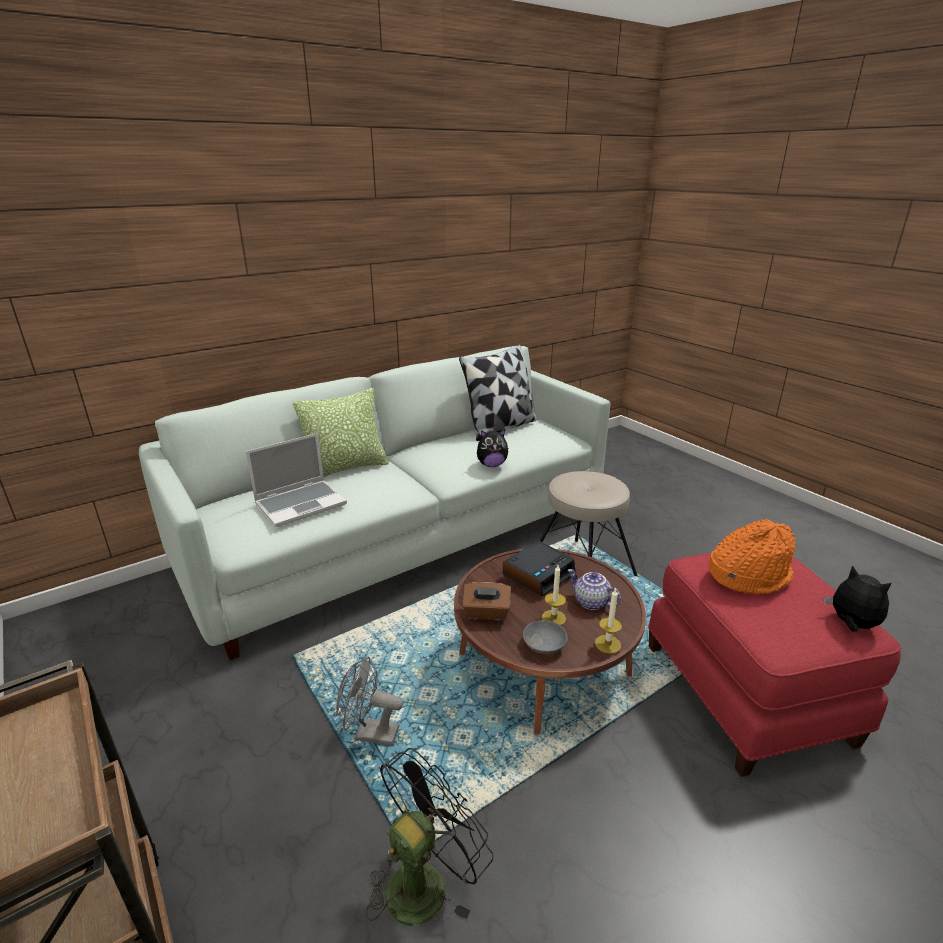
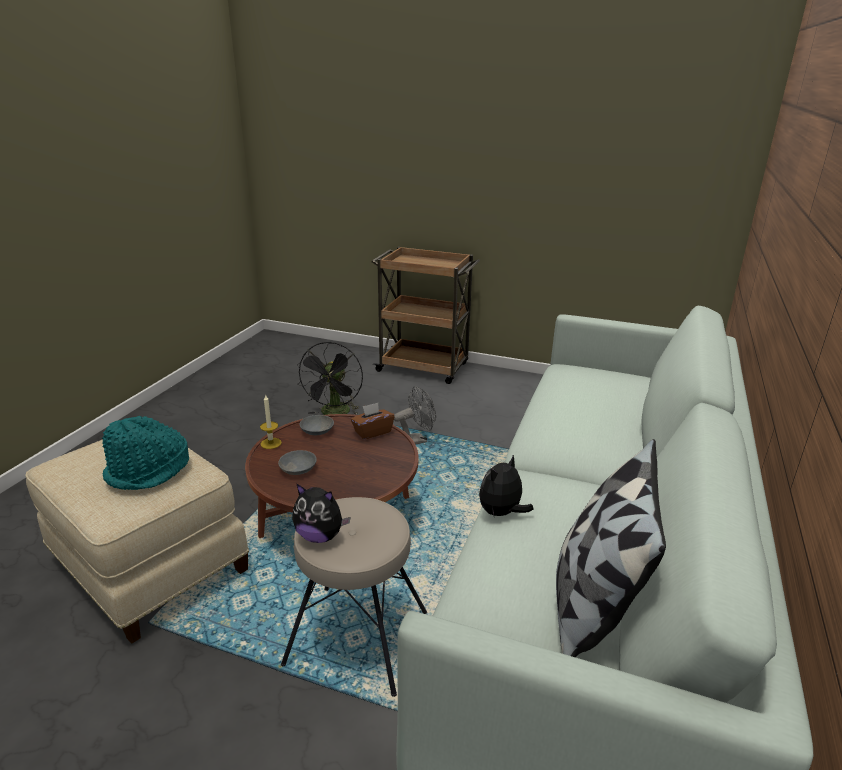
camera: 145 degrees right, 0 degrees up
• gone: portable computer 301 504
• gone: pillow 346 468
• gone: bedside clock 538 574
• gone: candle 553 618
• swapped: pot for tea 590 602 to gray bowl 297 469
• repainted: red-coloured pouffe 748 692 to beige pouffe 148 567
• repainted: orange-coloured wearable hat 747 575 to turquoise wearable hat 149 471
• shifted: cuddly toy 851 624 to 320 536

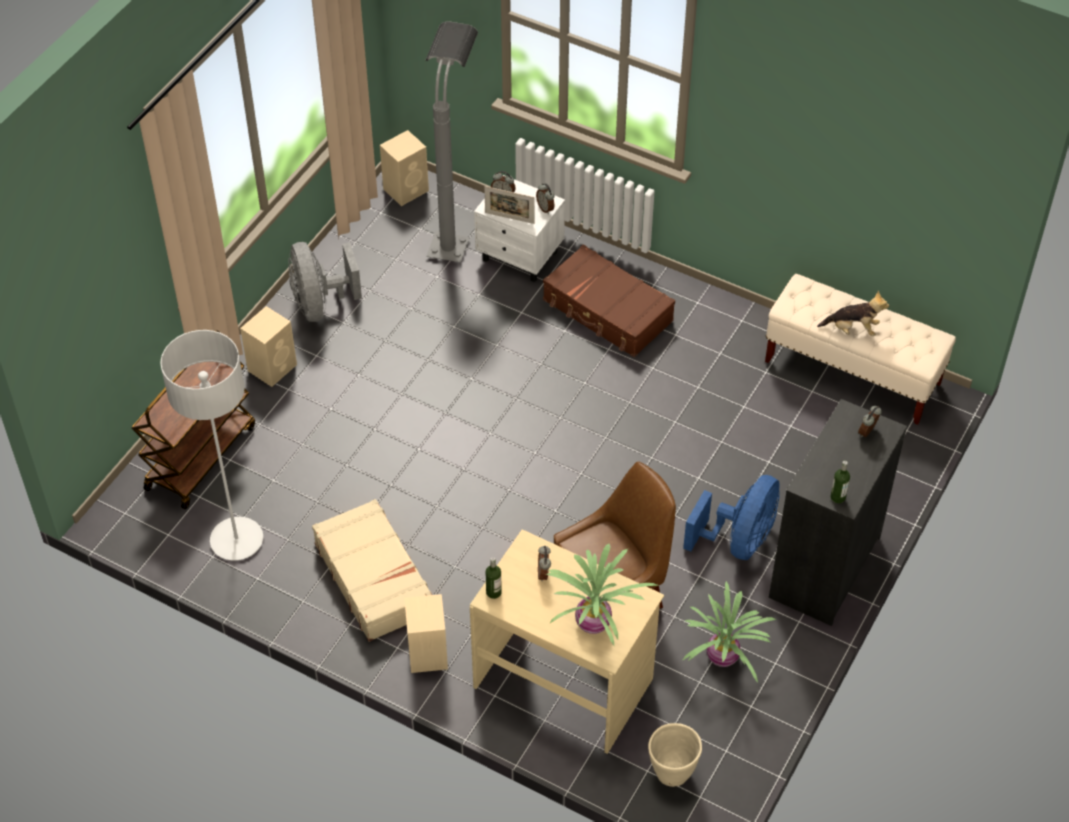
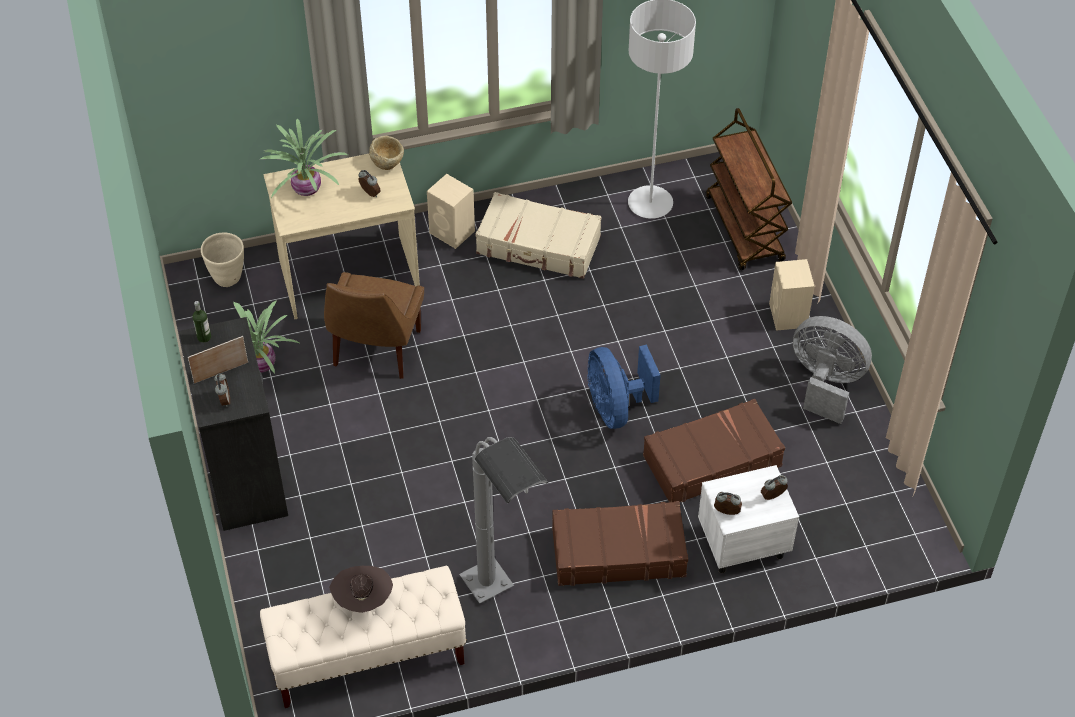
camera: 135 degrees right, 0 degrees up
• gone: beige speaker 407 189
• shifted: gray floor lamp 453 231 to 502 603
• shifted: photo frame 509 218 to 221 372
• swapped: beverage bottle 493 592 to beige bowl 388 163
• shifted: bluish electric fan 739 541 to 616 408
• swapped: cuddly toy 852 329 to brownish wearable hat 363 599
• new: brownish travel case 711 460

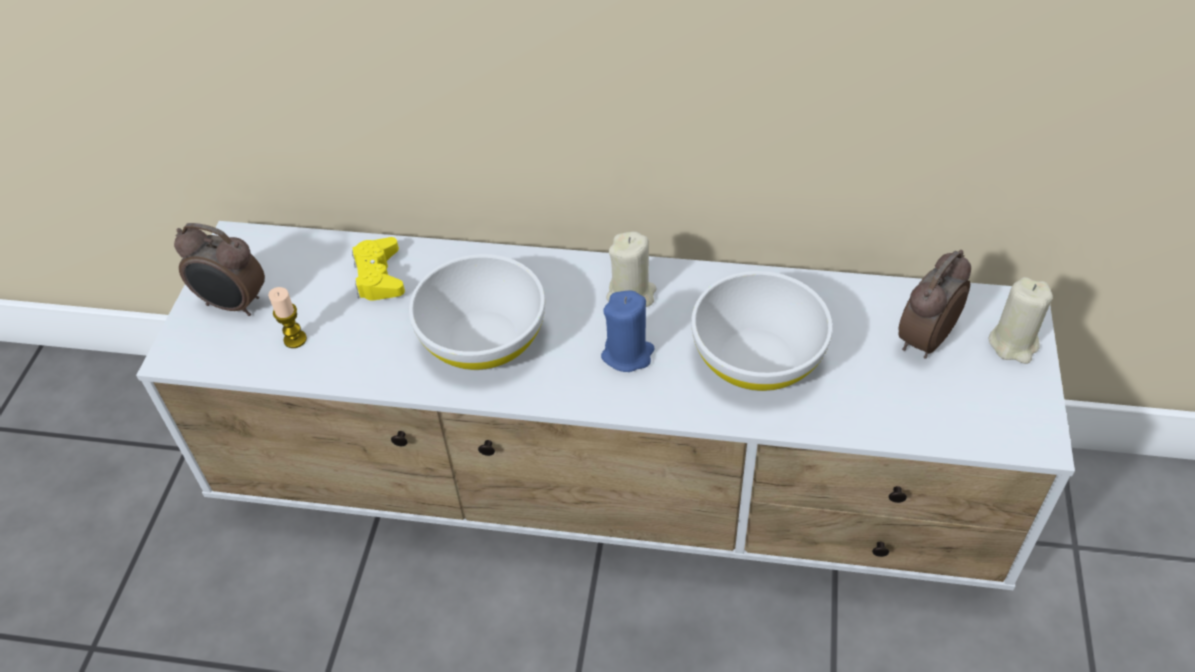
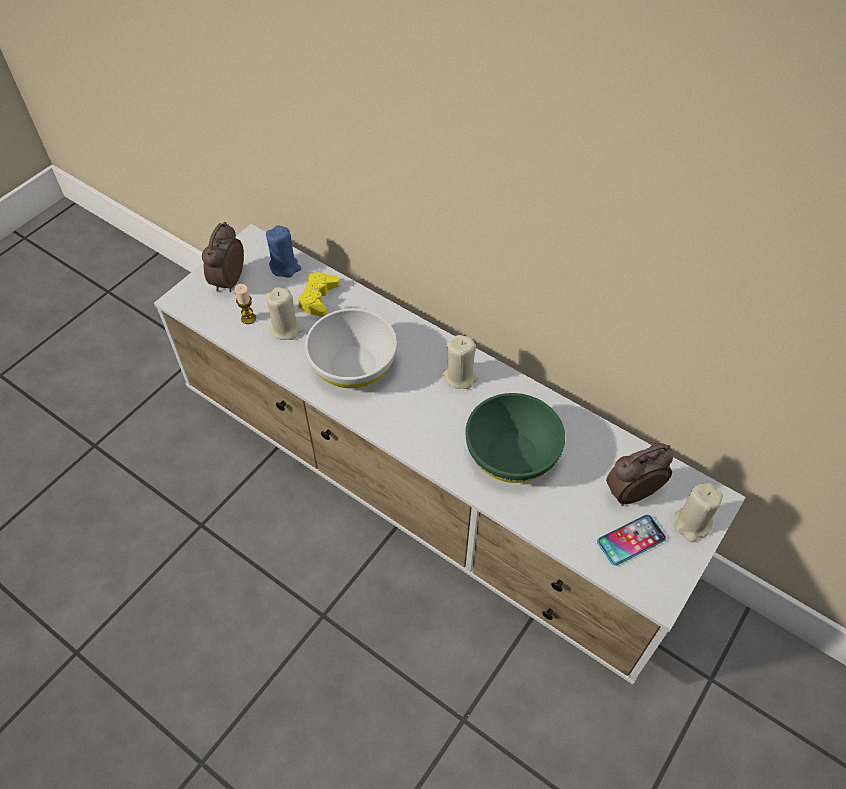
camera: 25 degrees right, 5 degrees up
• rotated: bedside clock 234 305 = 228 282 60 degrees clockwise
• shifted: bluish candle 628 354 to 285 267
• repainted: whitish bowl 756 358 to greenish bowl 511 454
• new: beige candle 286 329
• new: phone 631 540

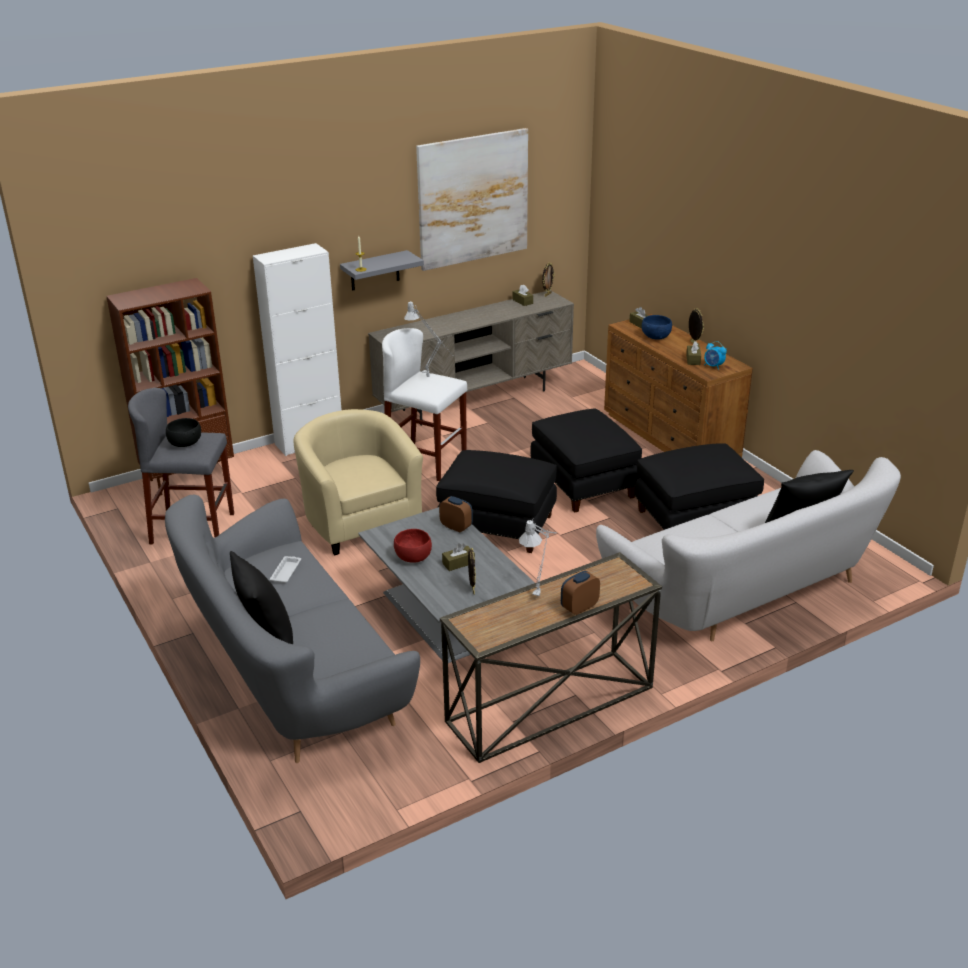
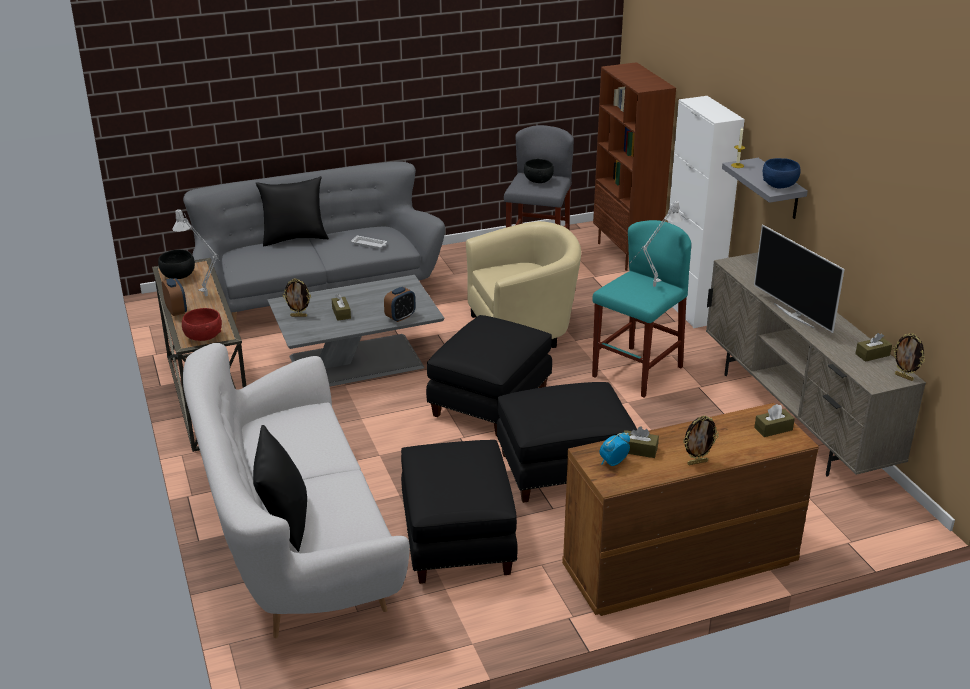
camera: 100 degrees right, 0 degrees up
• repainted: whitish sitting stool 425 461 to turquoise sitting stool 637 372
• shifted: red-coloured bowl 413 557 to 203 337
• gone: wall picture 473 199
• shifted: bluish bowl 655 337 to 779 185
• new: black-coloured bowl 178 276
• new: TV set 794 315

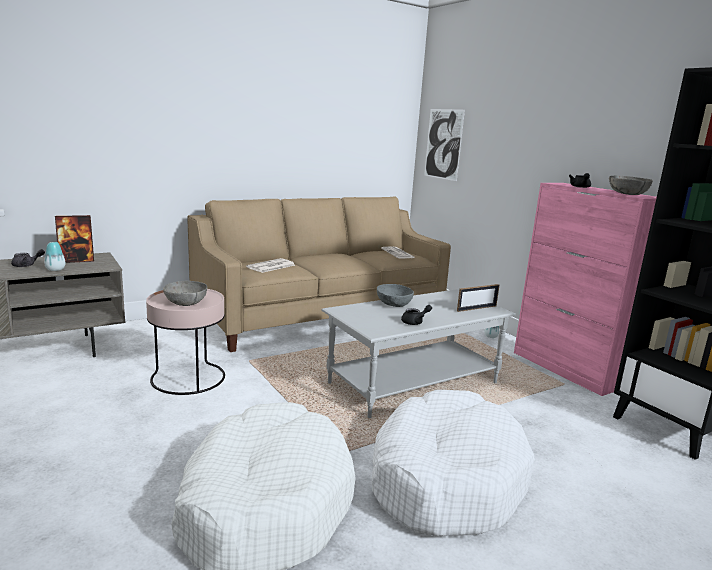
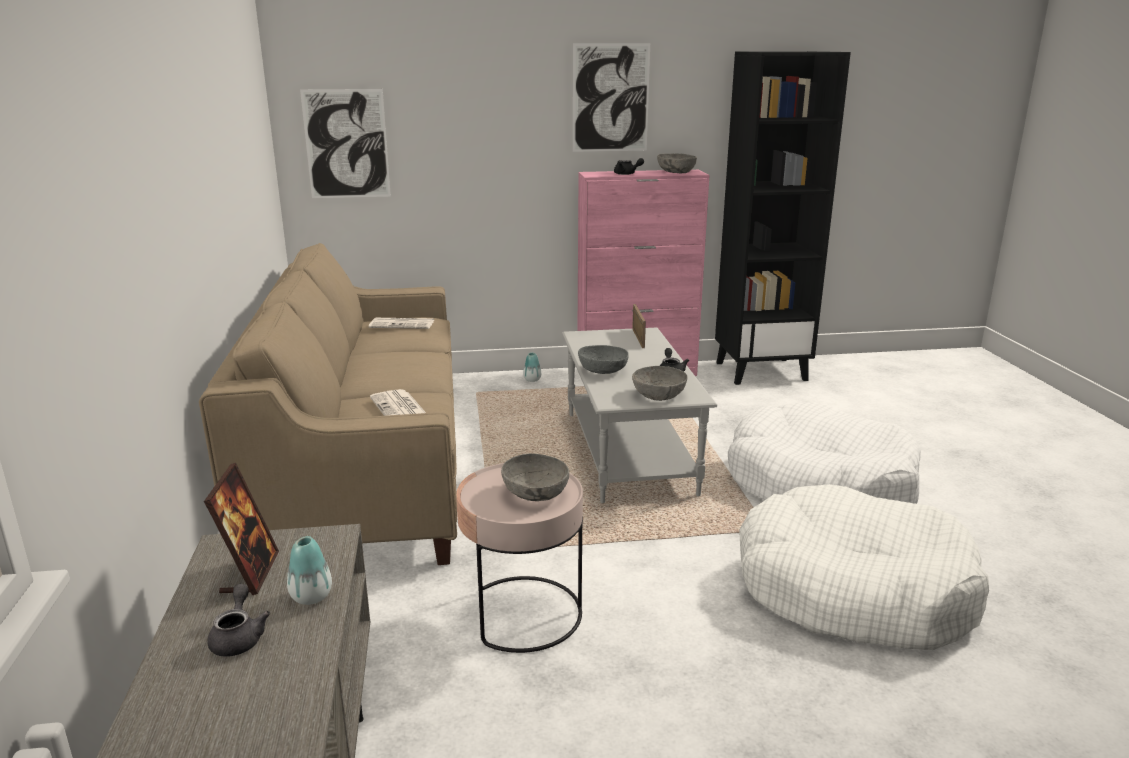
camera: 65 degrees left, 5 degrees up
• new: wall picture 610 98
• new: gray bowl 658 395

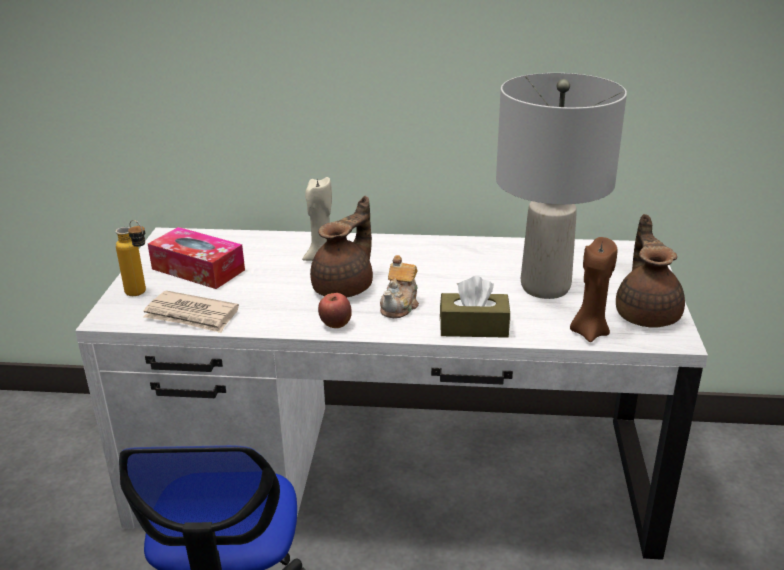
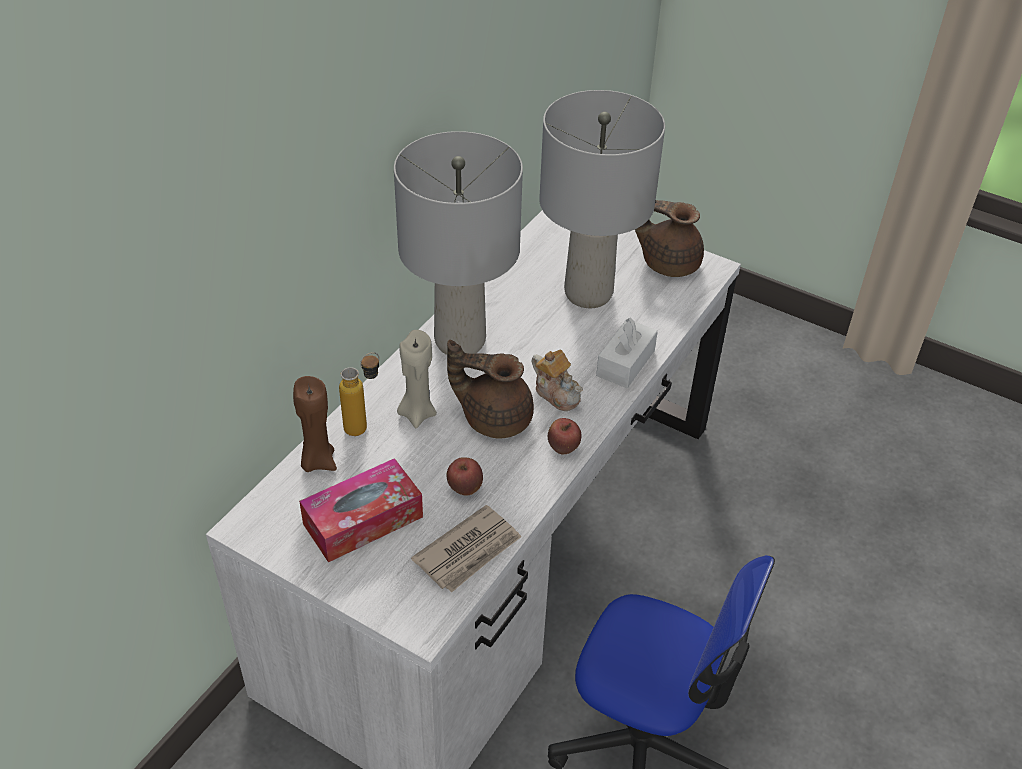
camera: 65 degrees left, 15 degrees up
• shifted: beverage bottle 141 294 to 364 425
• rotated: brownish pot for tea 345 287 = 494 417 45 degrees counterclockwise
• repainted: brownish tissue box 474 327 to whitish tissue box 625 363
• shifted: brownish candle 589 332 to 317 461
• new: gray table lamp 459 341
• new: apple 465 489

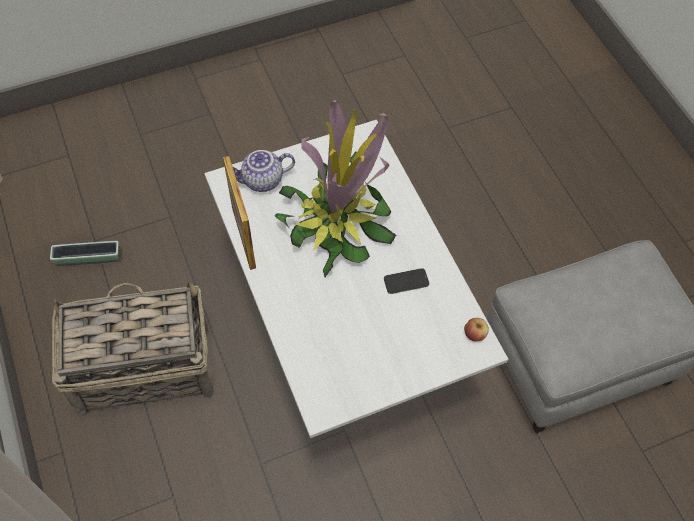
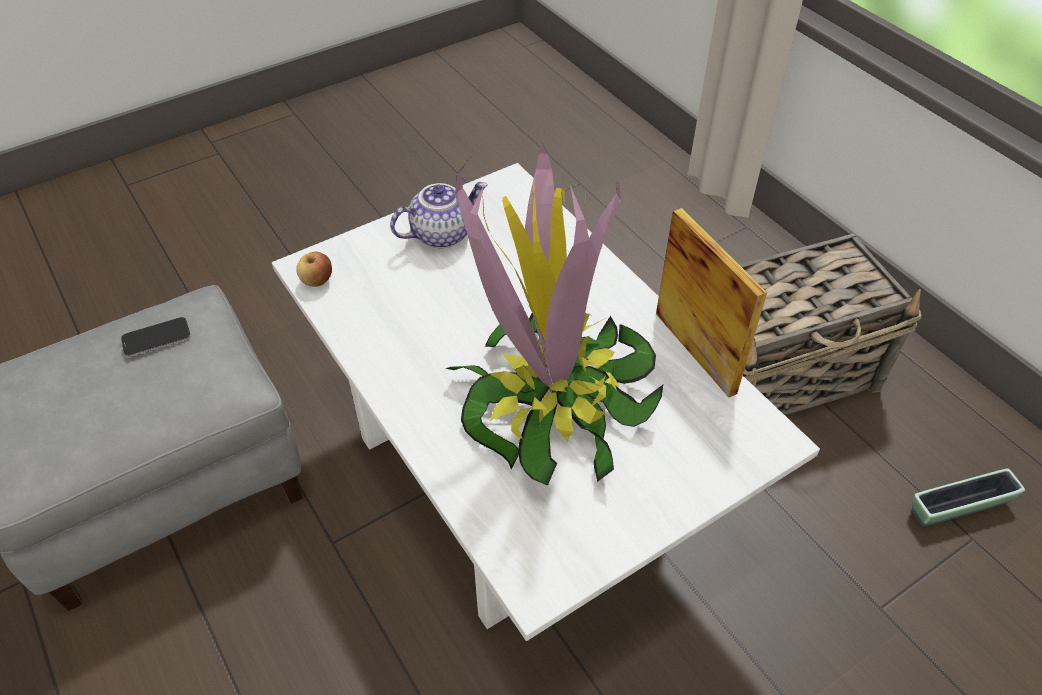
camera: 170 degrees right, 10 degrees down
• shifted: pot for tea 262 181 to 441 233
• shifted: phone 406 281 to 156 338

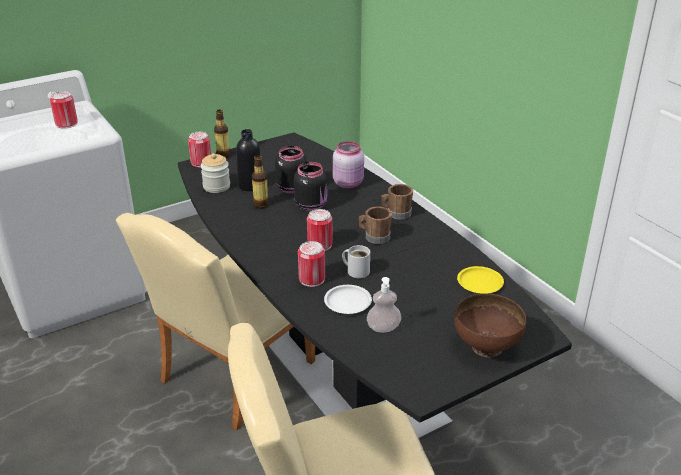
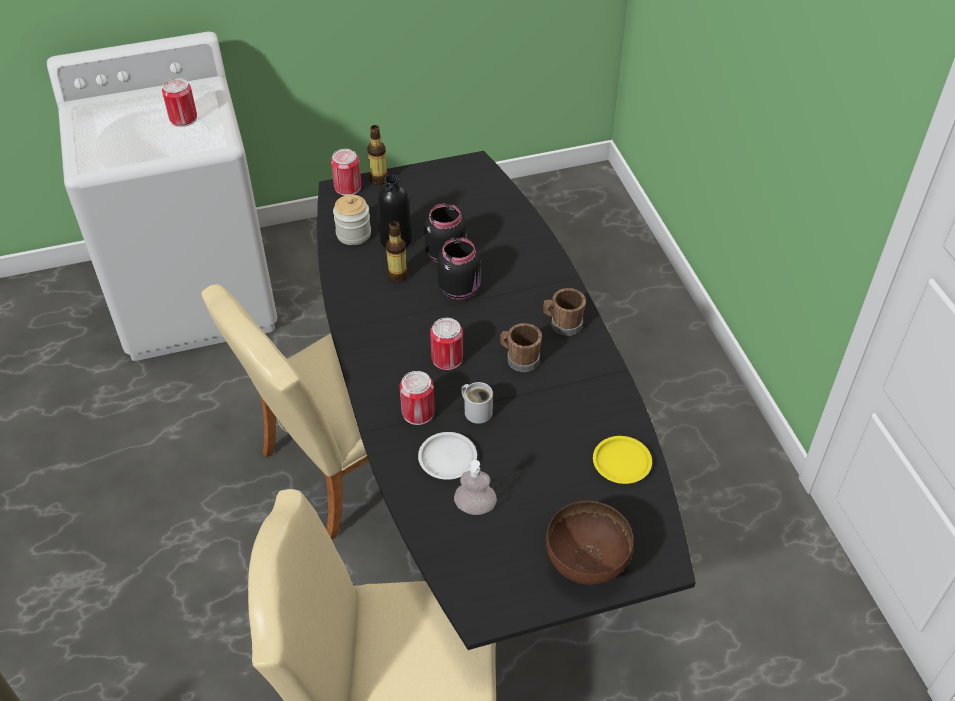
camera: 15 degrees right, 15 degrees up
• gone: pink jar 349 183

